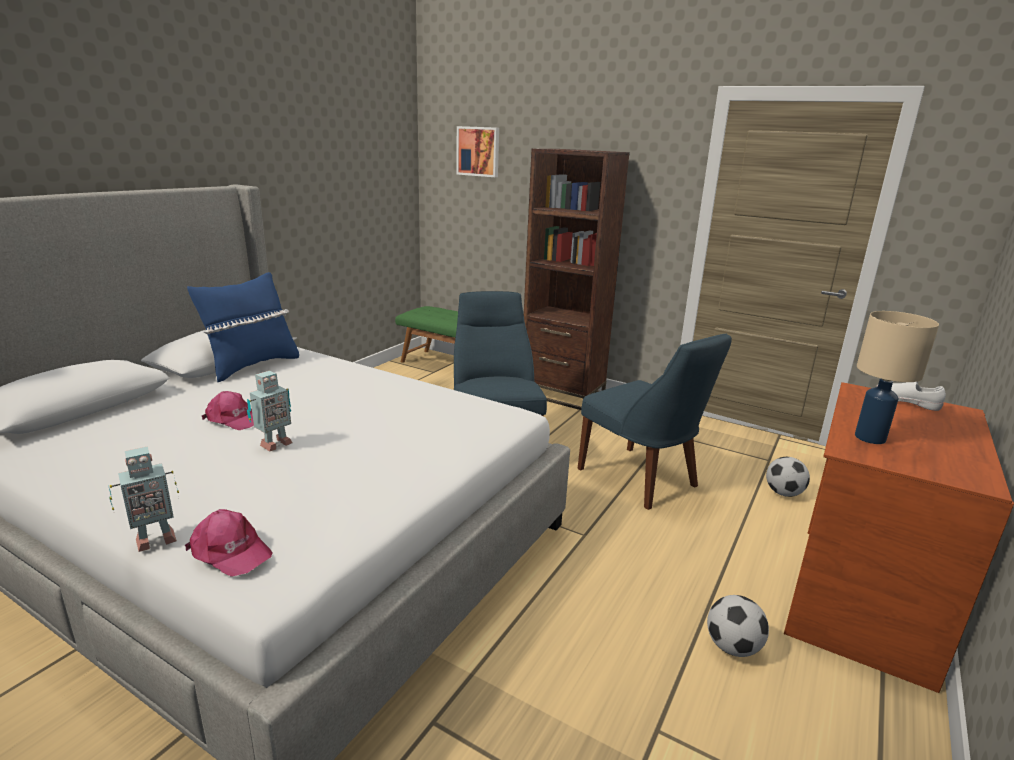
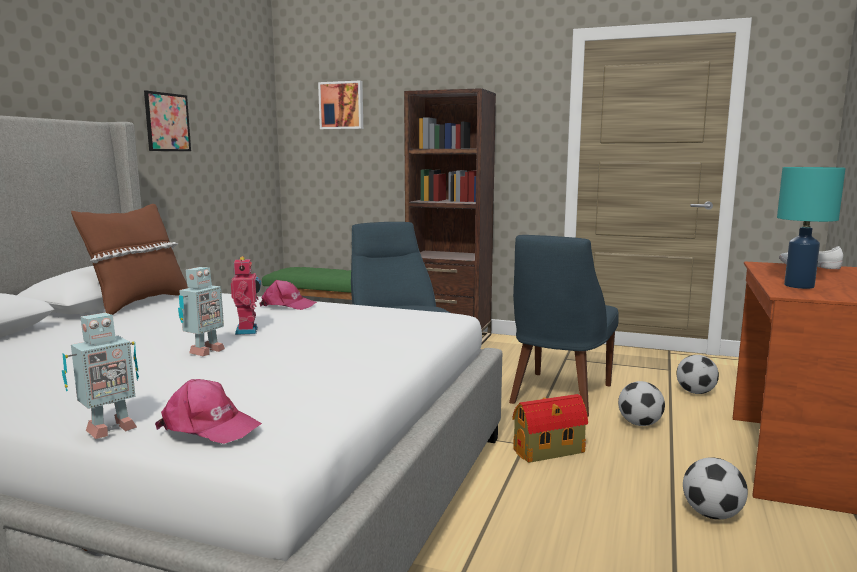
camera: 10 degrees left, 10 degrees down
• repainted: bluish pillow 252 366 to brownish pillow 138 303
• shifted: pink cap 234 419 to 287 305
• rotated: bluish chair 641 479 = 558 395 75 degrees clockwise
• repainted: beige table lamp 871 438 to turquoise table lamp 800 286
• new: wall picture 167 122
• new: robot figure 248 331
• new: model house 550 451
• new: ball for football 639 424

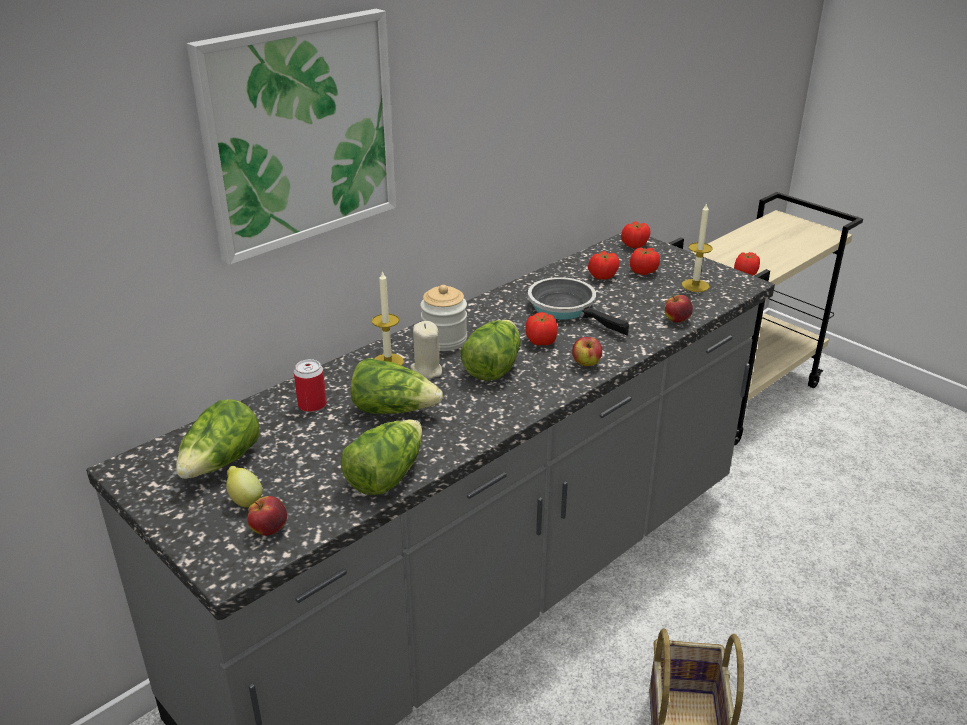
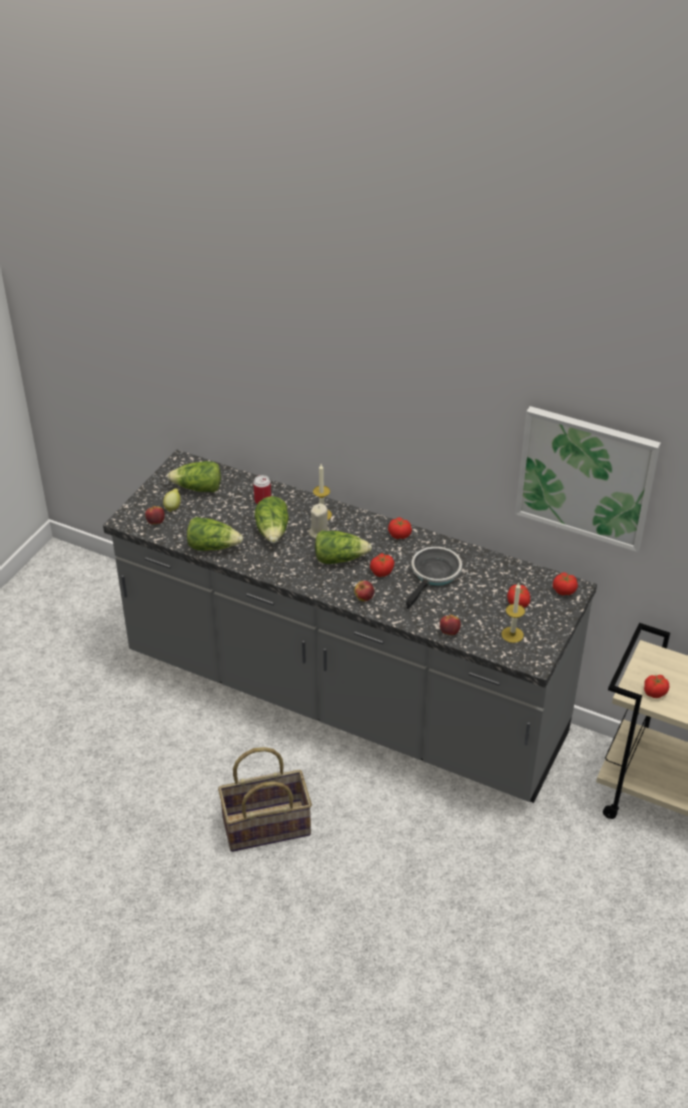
camera: 70 degrees right, 10 degrees up
• shifted: wall picture 299 133 to 586 477
• gone: jar 444 340
• shifted: tomato 602 276 to 399 535

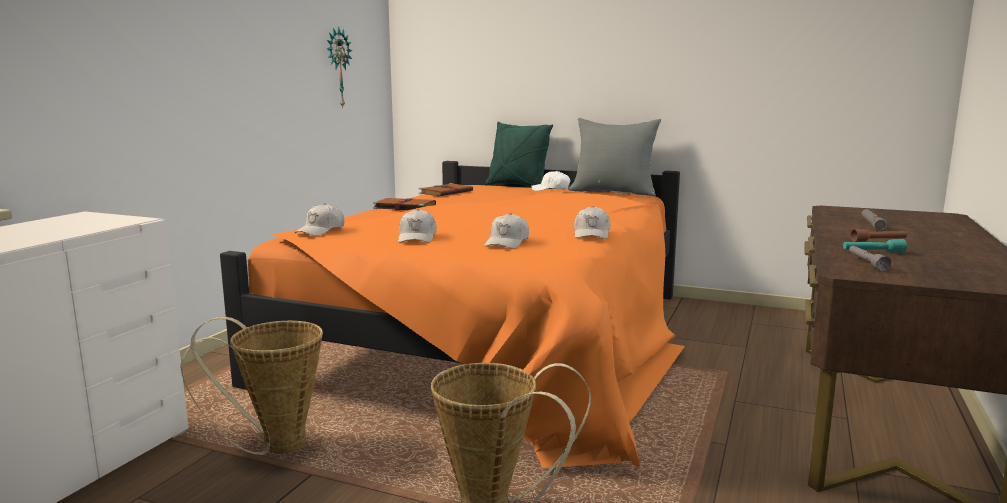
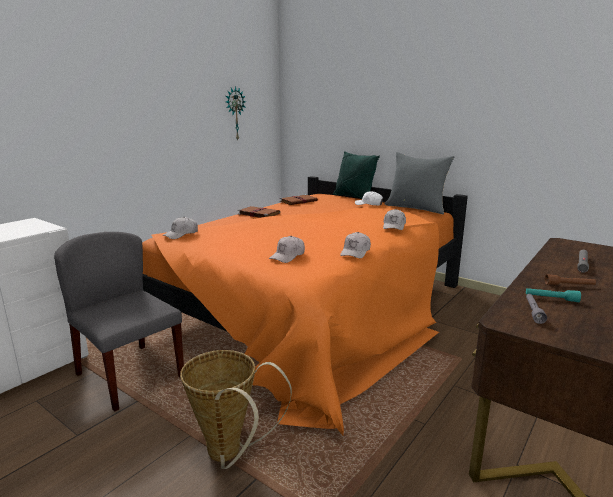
camera: 15 degrees right, 5 degrees up
• swapped: storage basket 274 446 to gray chair 129 375
• shifted: whitish cap 417 237 to 394 226

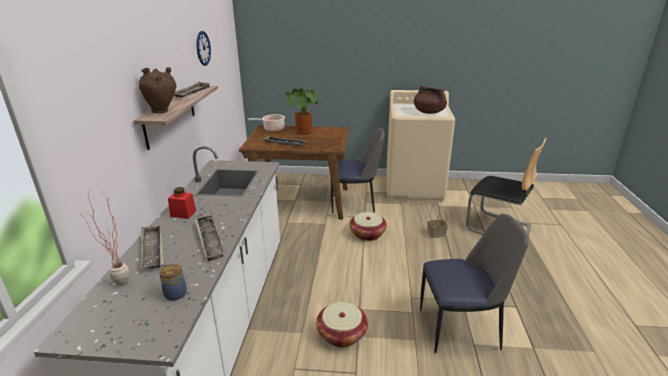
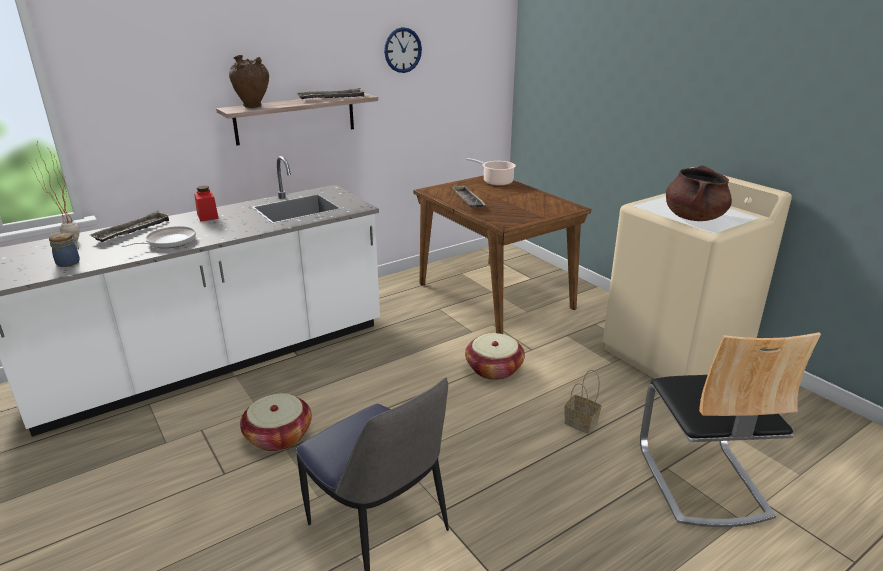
camera: 50 degrees right, 0 degrees up
• swapped: serving tray 210 240 to frying pan 168 242
• gone: plant in a pot 304 132
• gone: chair 355 205

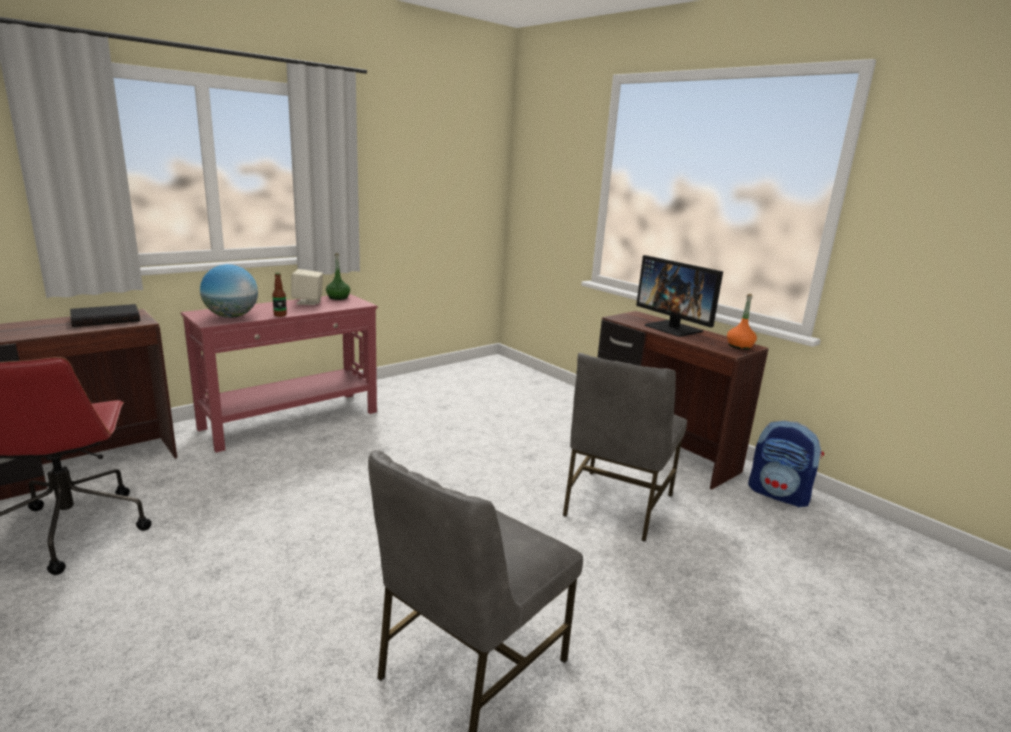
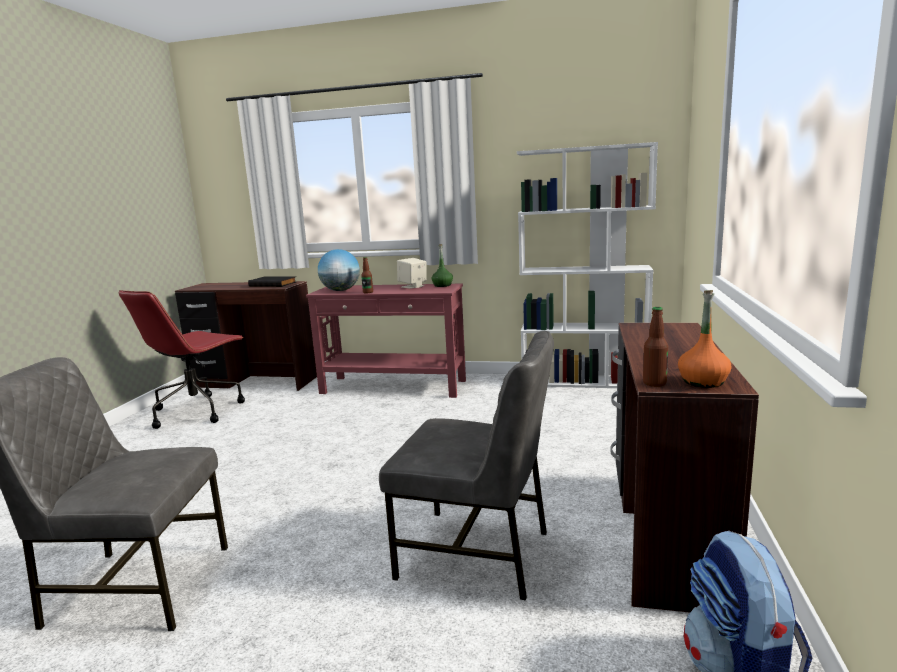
camera: 55 degrees right, 5 degrees down
• rotated: gray chair 616 505 = 477 554 150 degrees counterclockwise
• gone: computer display 673 328
• new: whitish bookshelf 584 381
• new: beverage bottle 654 383

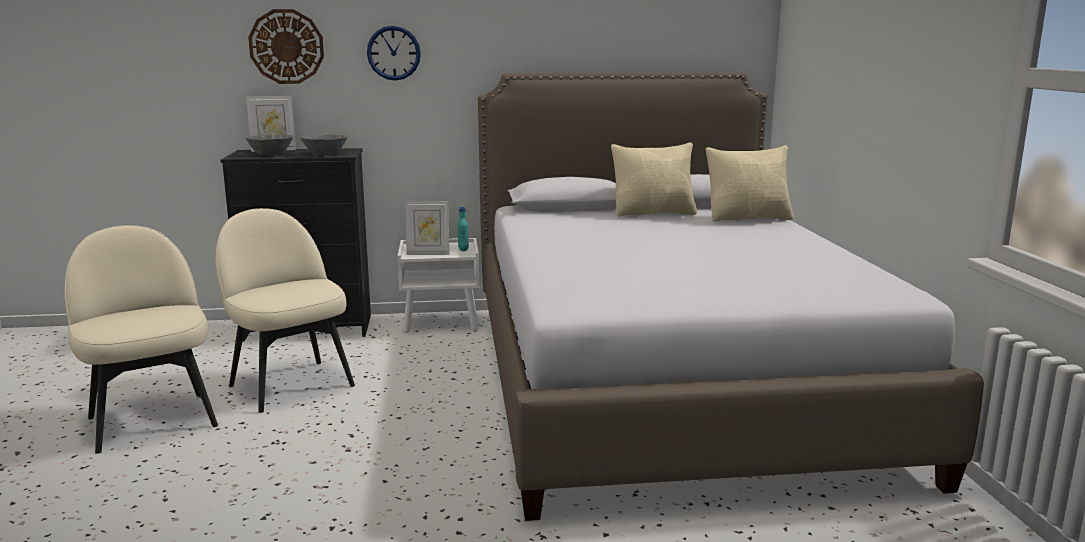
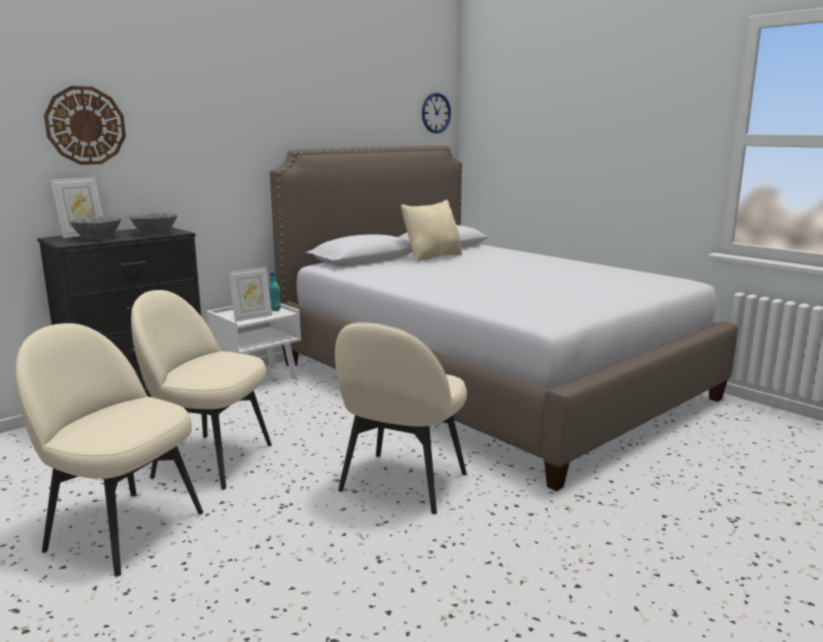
camera: 35 degrees left, 0 degrees up
• shifted: hanging clock 393 53 to 436 113
• gone: beige pillow 748 218
• new: beige chair 401 484

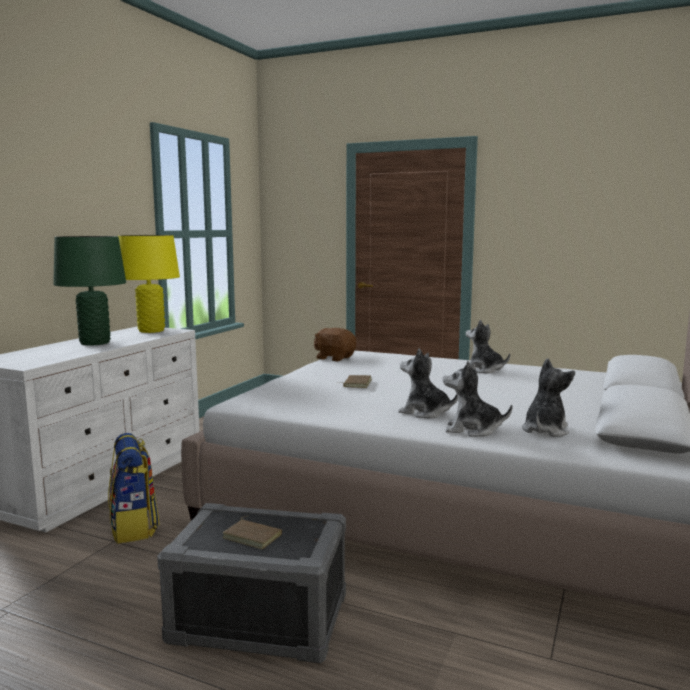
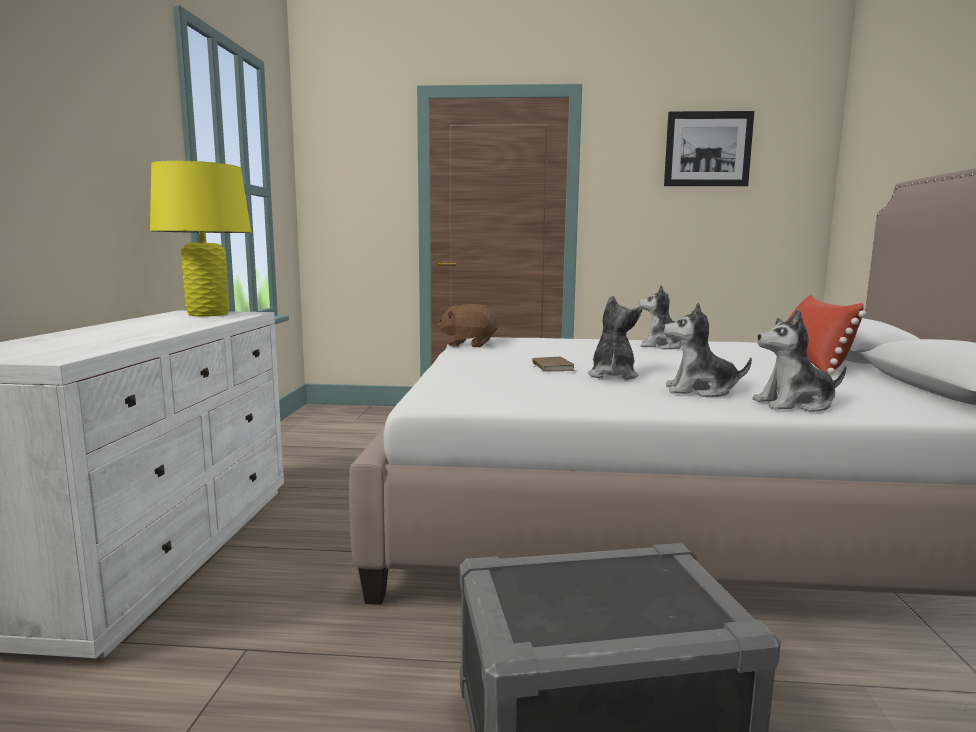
camera: 20 degrees left, 0 degrees up
• gone: greenish table lamp 95 343
• gone: backpack 134 527
• gone: brownish bound book 253 536
• shifted: cuddly toy 545 430 to 612 375
• new: wall picture 708 149
• new: red-coloured pillow 812 361

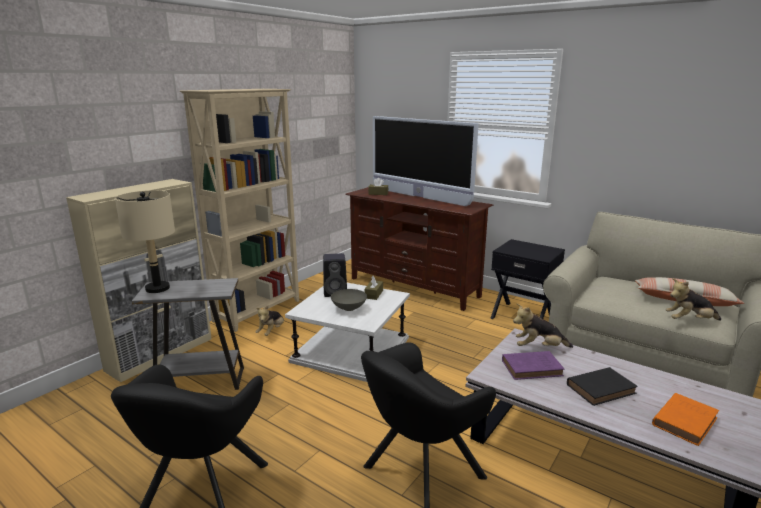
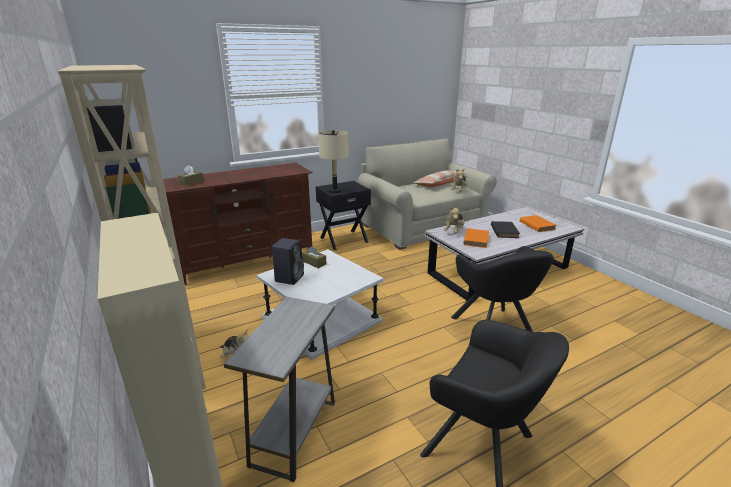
camera: 65 degrees left, 5 degrees up
• shifted: beige table lamp 157 288 to 335 191
• gone: gray bowl 349 308
• gone: TV set 419 197
• repainted: purple-coloured bound book 533 368 to orange-coloured bound book 476 239

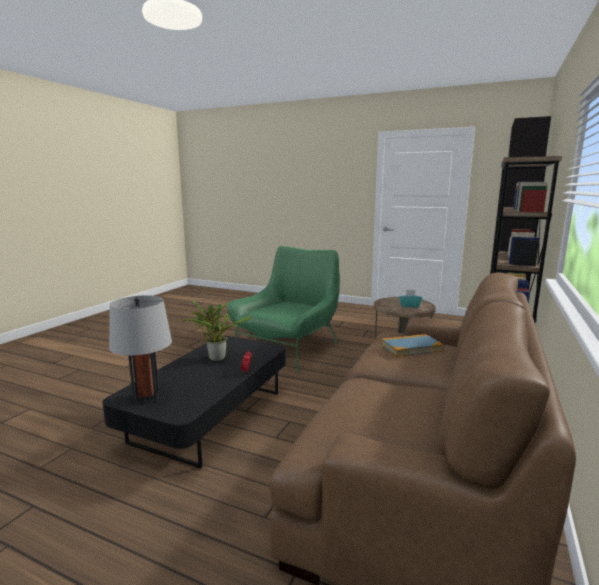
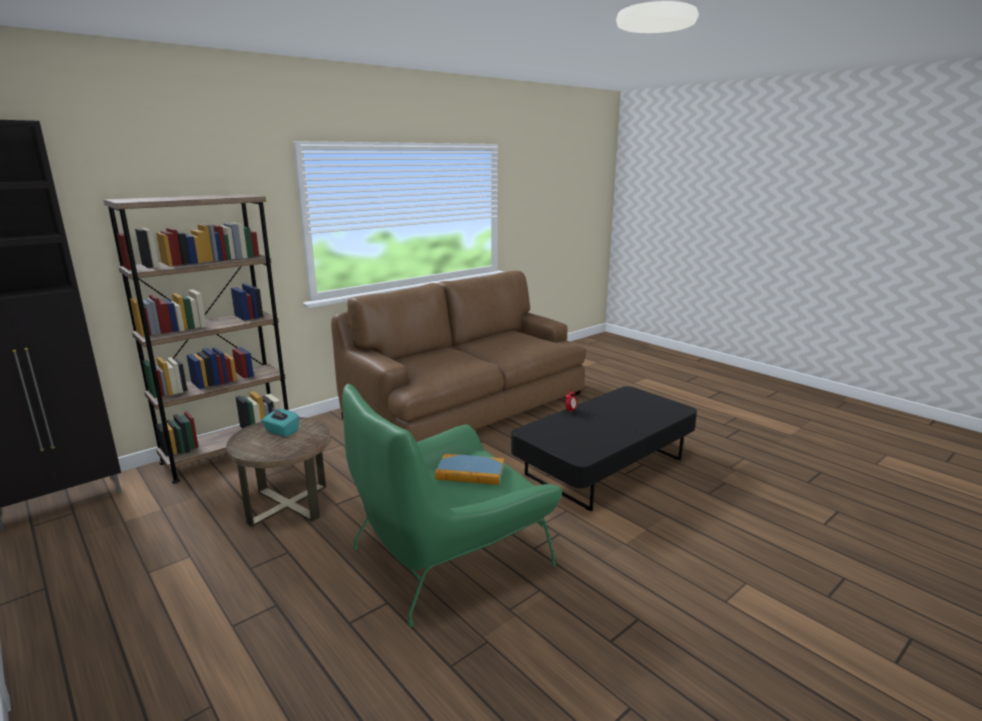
camera: 155 degrees left, 5 degrees up
• gone: gray table lamp 146 397
• gone: plant in a pot 215 358
• shifted: bound book 411 347 to 470 472

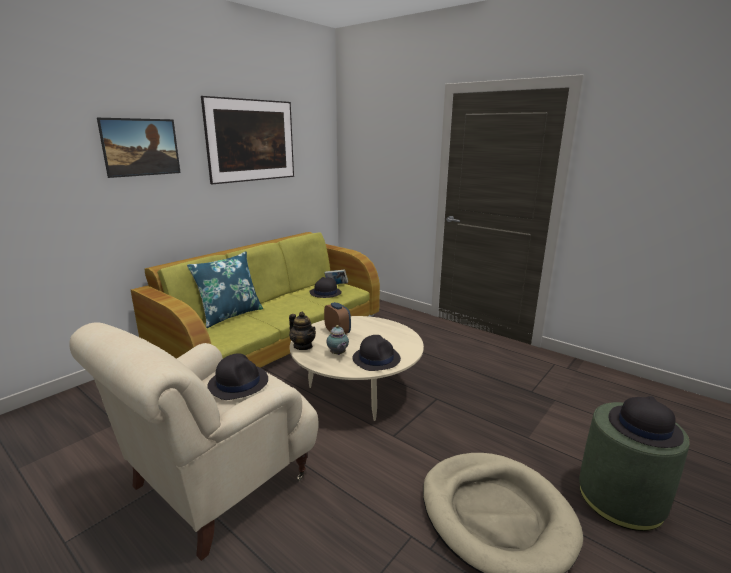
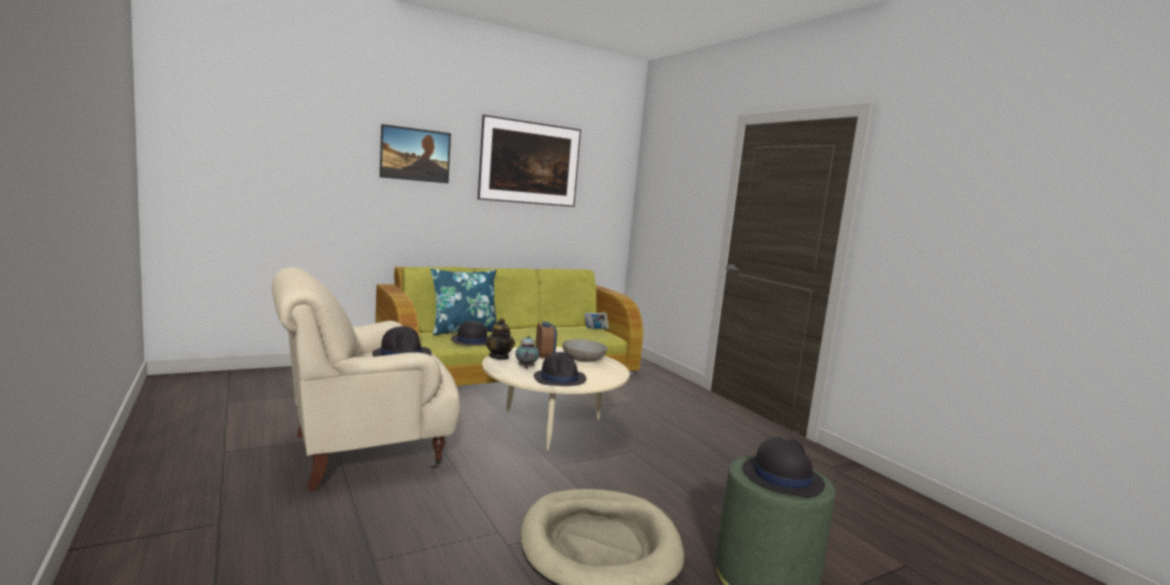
camera: 20 degrees right, 10 degrees down
• shifted: black-coloured wearable hat 325 293 to 471 341
• new: gray bowl 584 359

